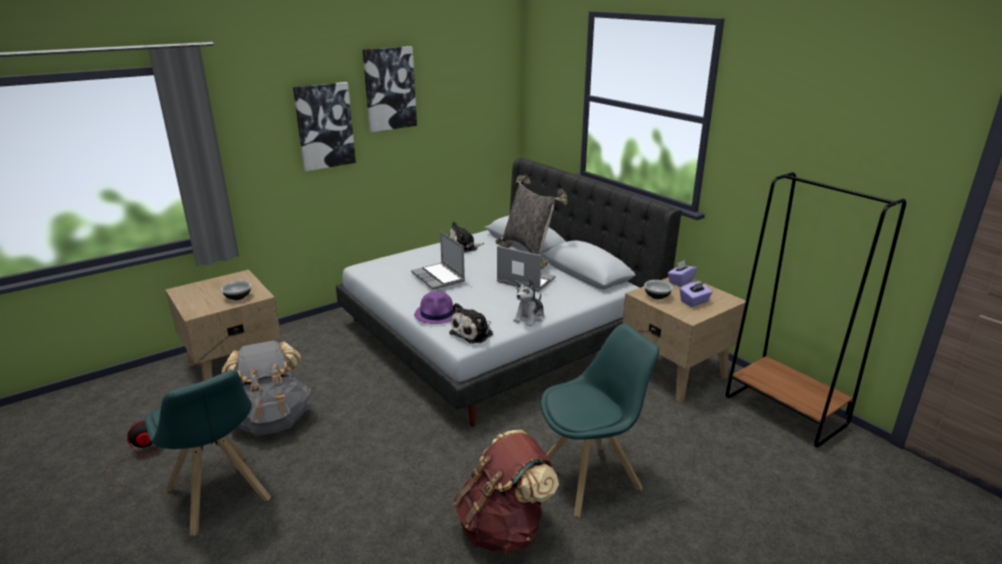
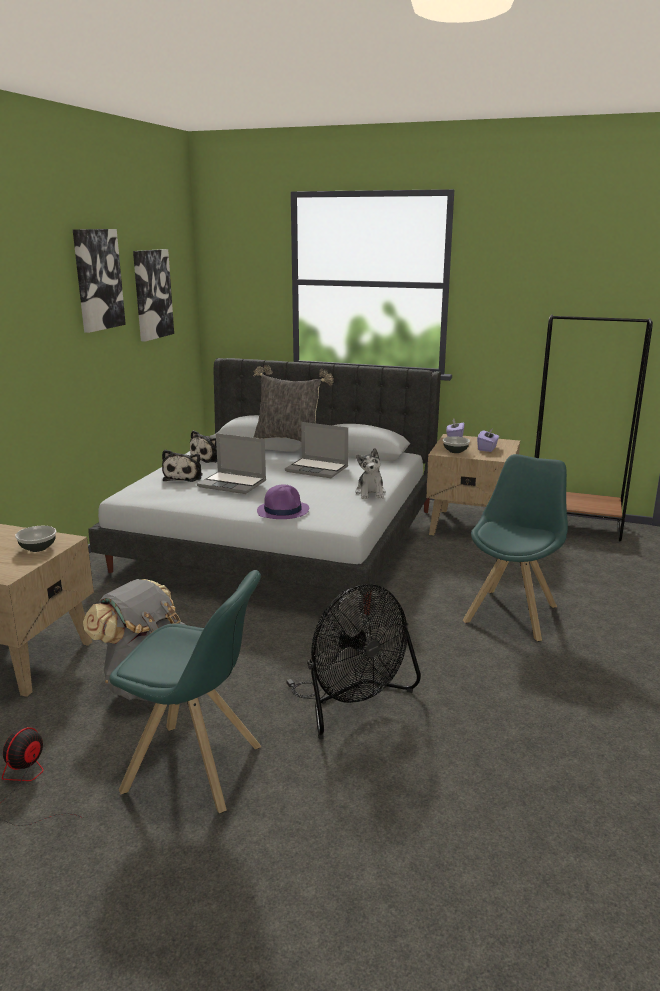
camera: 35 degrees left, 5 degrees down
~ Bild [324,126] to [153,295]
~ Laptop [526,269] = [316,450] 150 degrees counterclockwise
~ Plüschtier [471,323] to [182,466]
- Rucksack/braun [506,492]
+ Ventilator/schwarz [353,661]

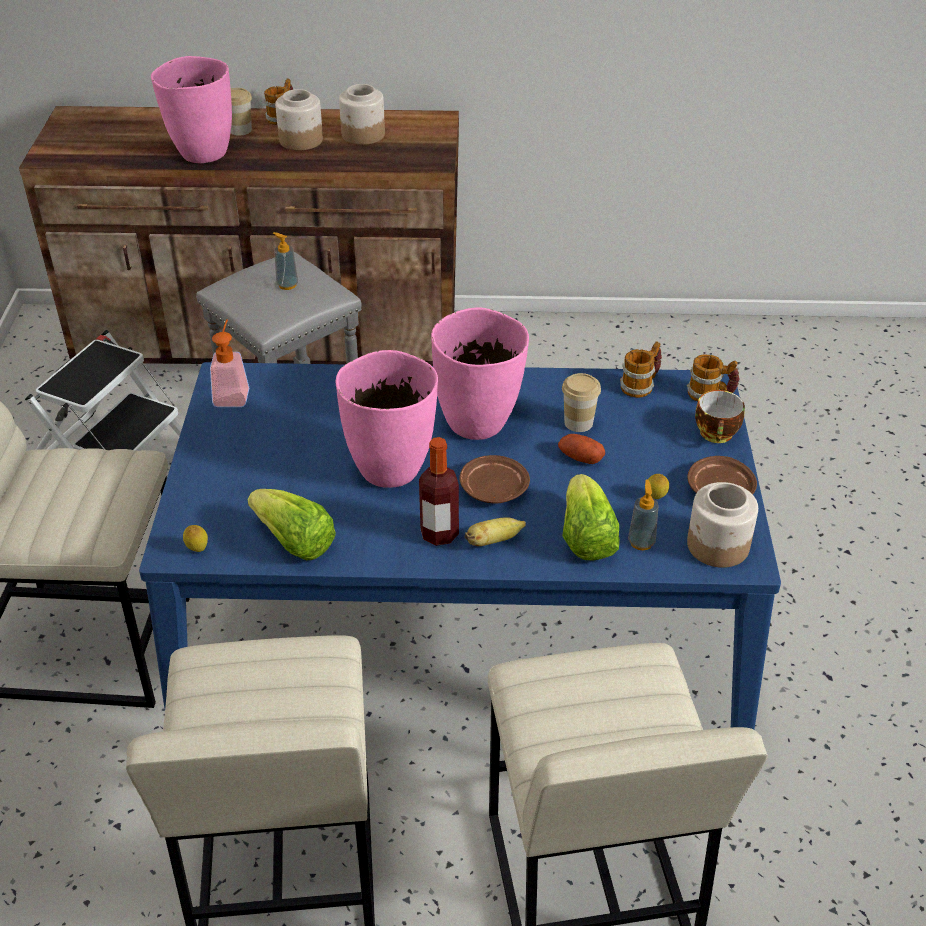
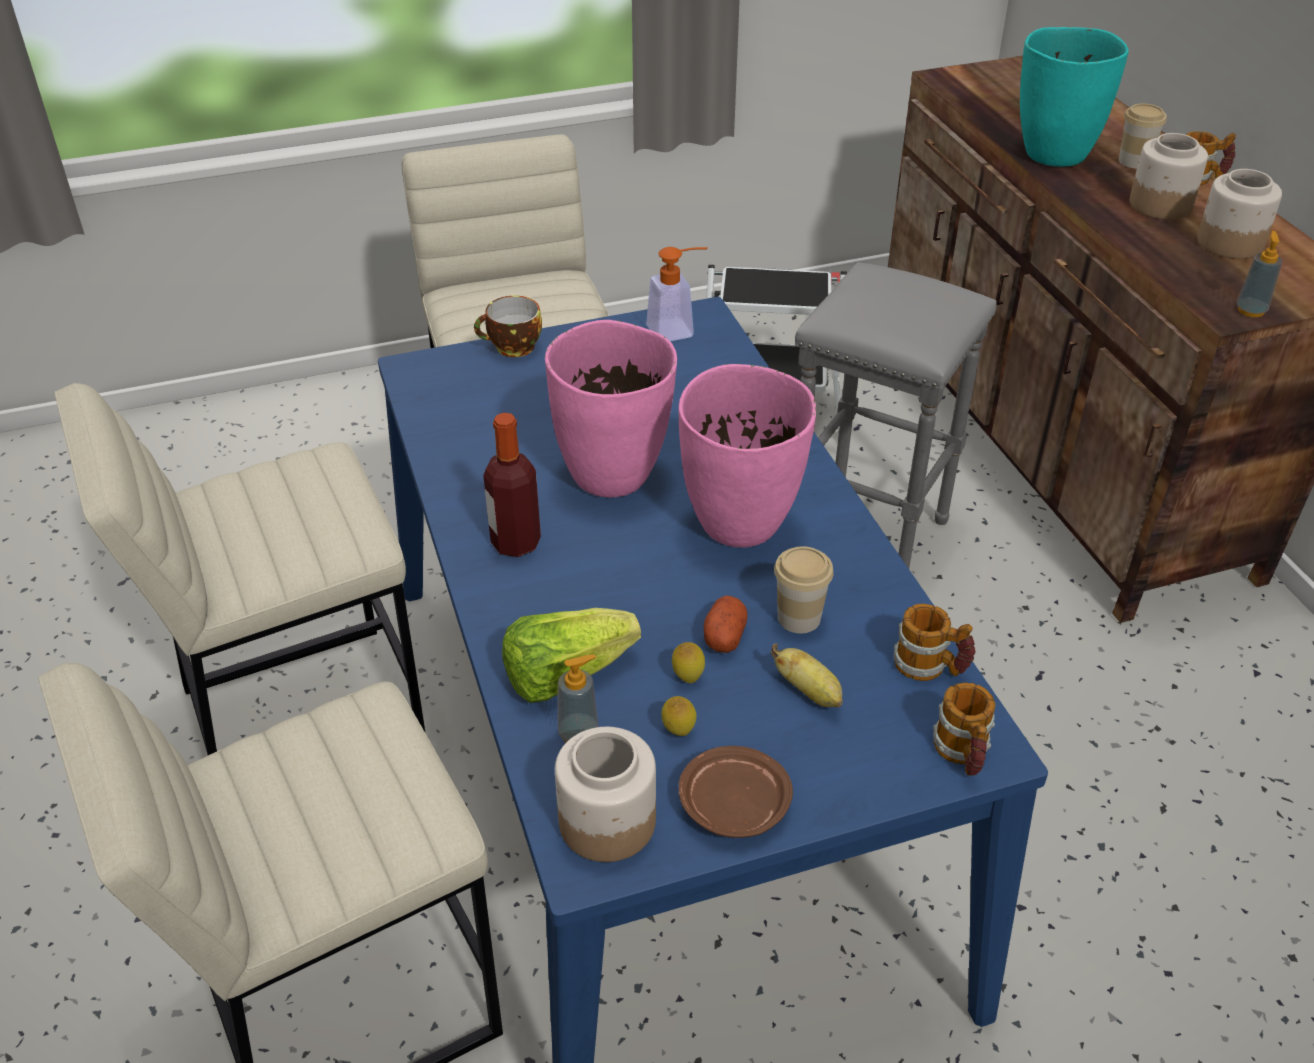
camera: 70 degrees right, 0 degrees up
~ Vase/rosa [191,109] to Vase/türkis [1074,97]
~ Seifenspender [285,261] to [1259,274]
~ Tasse [720,416] to [508,326]
- Teller/braun [494,479]
- Salatkopf [291,524]
~ Banane [495,531] to [807,675]
~ Zitrone [195,538] to [688,662]

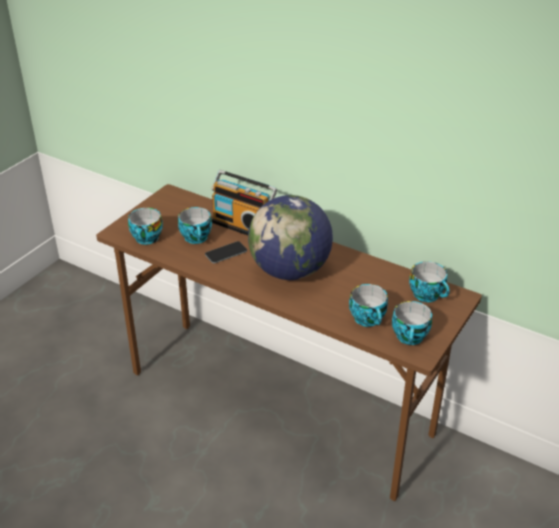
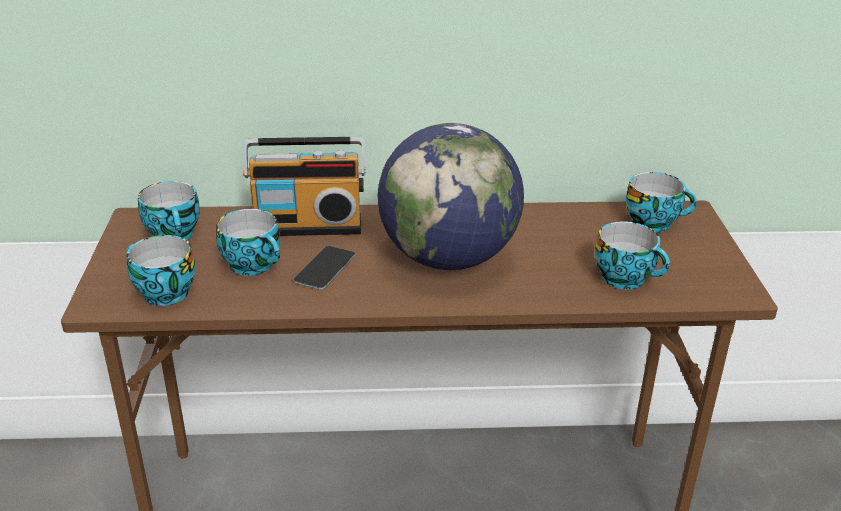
camera: 35 degrees left, 5 degrees down
~ Tasse [412,323] to [169,210]

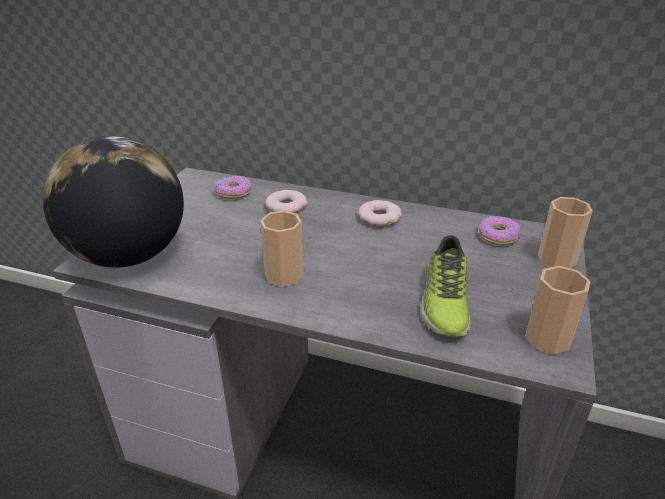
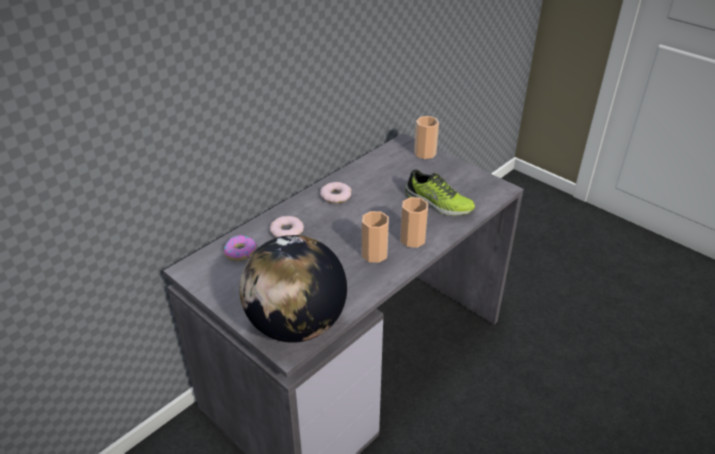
camera: 65 degrees left, 5 degrees up
- Donut [500,231]
~ Tasse [557,310] to [414,222]

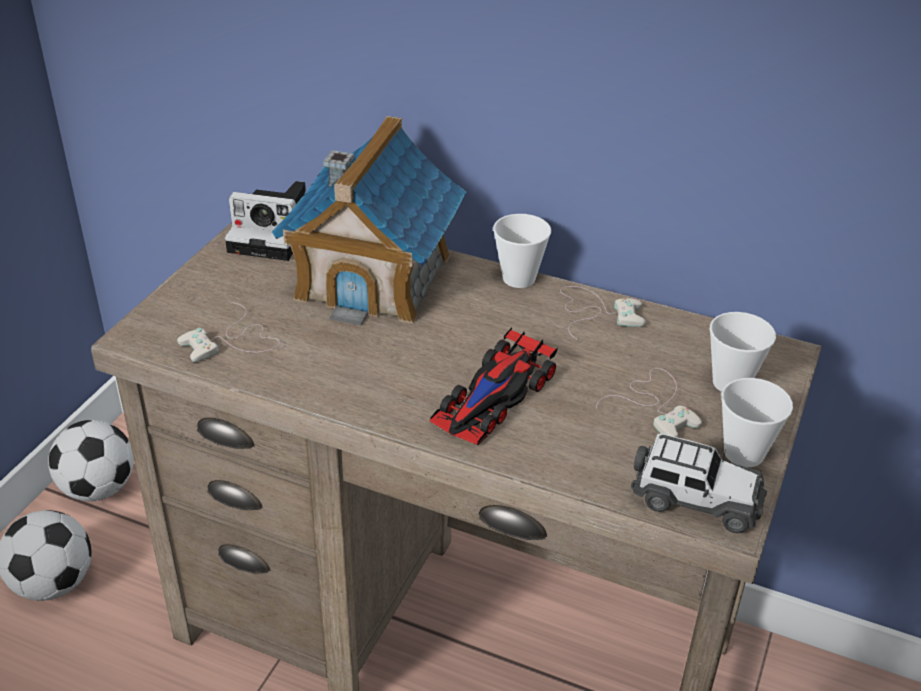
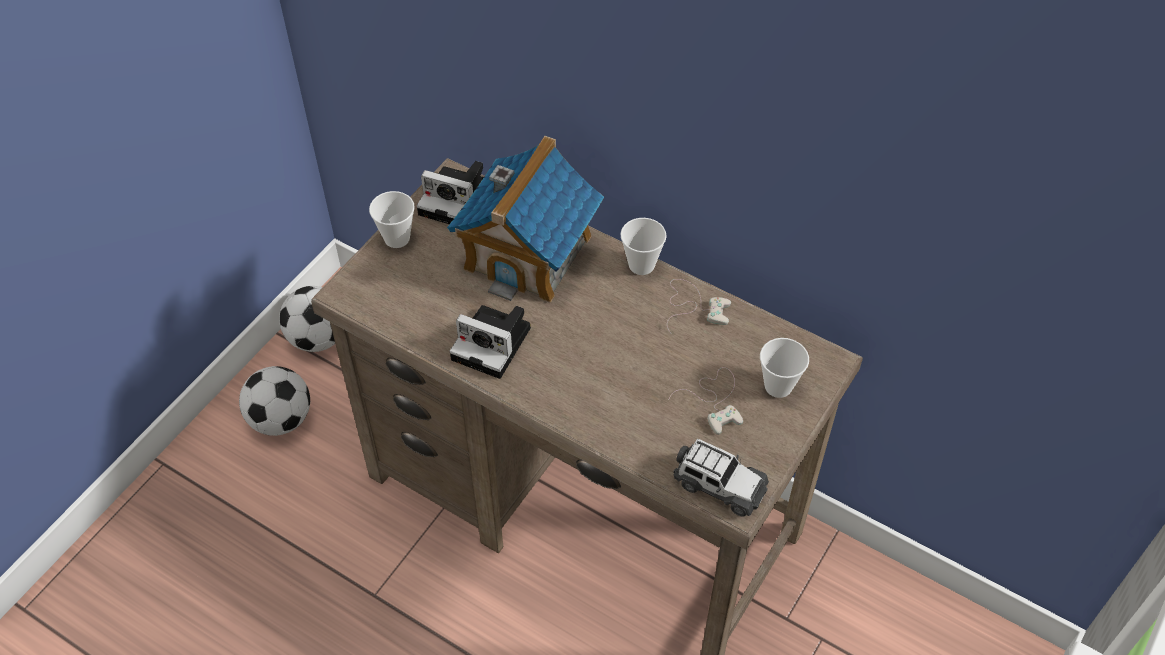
camera: 10 degrees right, 15 degrees up
- Gamepad/weiß [228,332]
- Spielzeugauto [493,386]
~ Tasse [757,422] to [392,219]
+ Kamera [490,342]

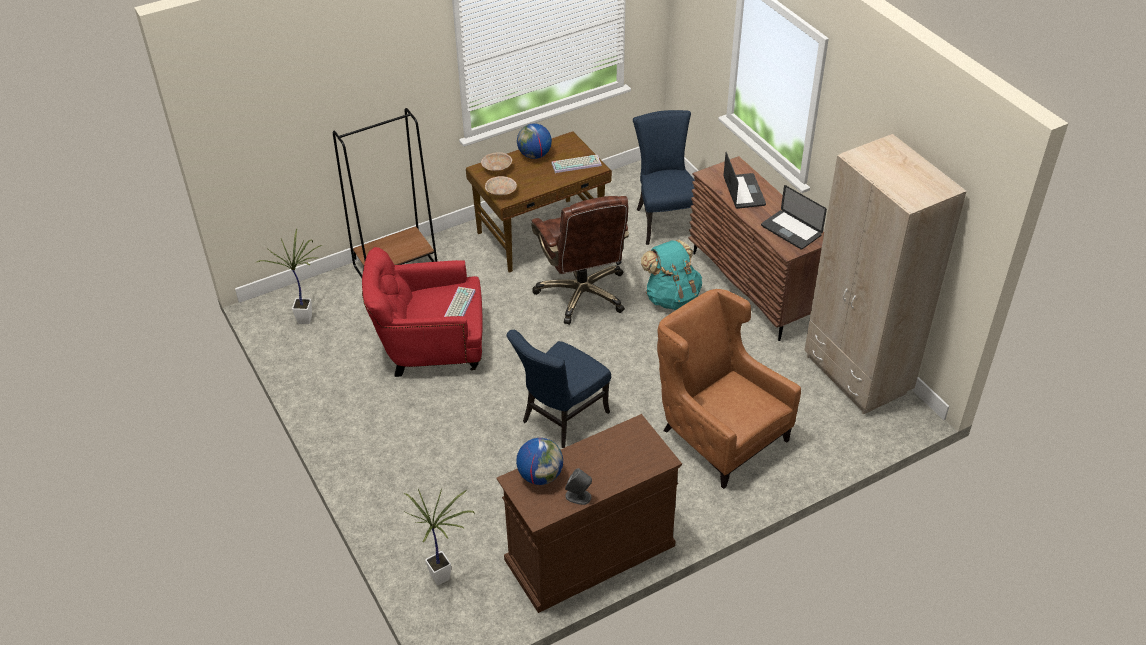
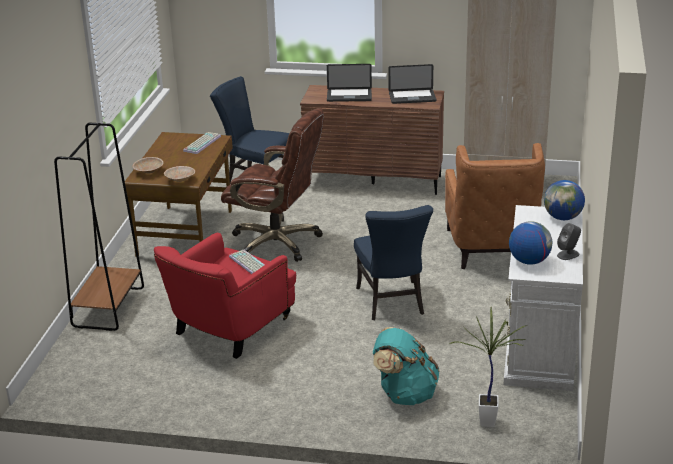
camera: 50 degrees left, 15 degrees down
~ Globus [534,141] to [564,200]
~ Laptop [744,180] = [349,83] 150 degrees clockwise
- Topfpflanze [289,276]
~ Rucksack/türkis [671,275] to [406,366]
~ Sessel/braun [729,389] = [495,206] 90 degrees counterclockwise
~ Kommode/braun [589,513] to Kommode/weiß [543,298]

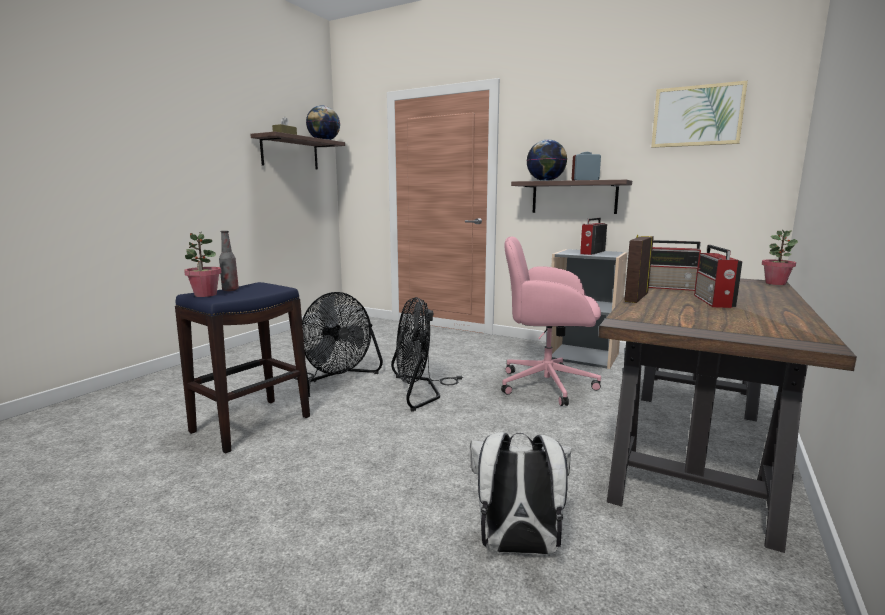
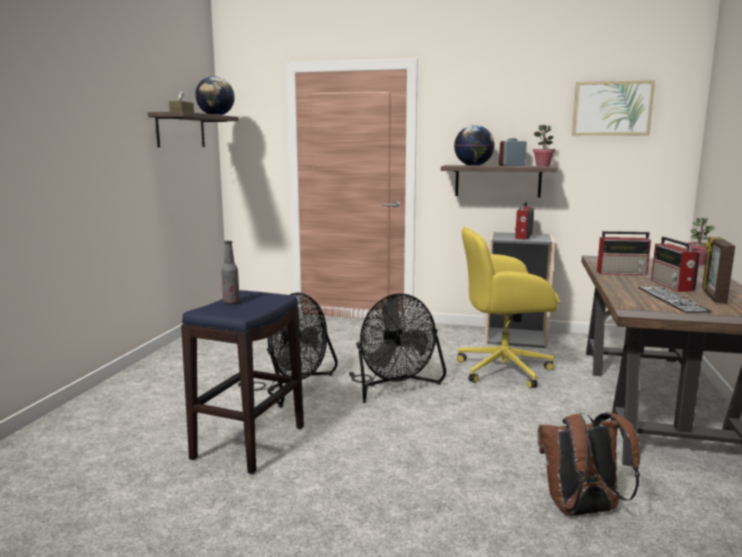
camera: 15 degrees left, 0 degrees up
~ Topfpflanze [202,264] to [544,146]
~ Bilderrahmen [639,268] to [718,270]
~ Bürostuhl/rosa [551,321] to Bürostuhl/gelb [508,307]
~ Ventilator/schwarz [427,354] = [397,348] 90 degrees counterclockwise
~ Rucksack/weiß [520,493] to Rucksack/braun [589,464]
+ Tastatur [675,300]

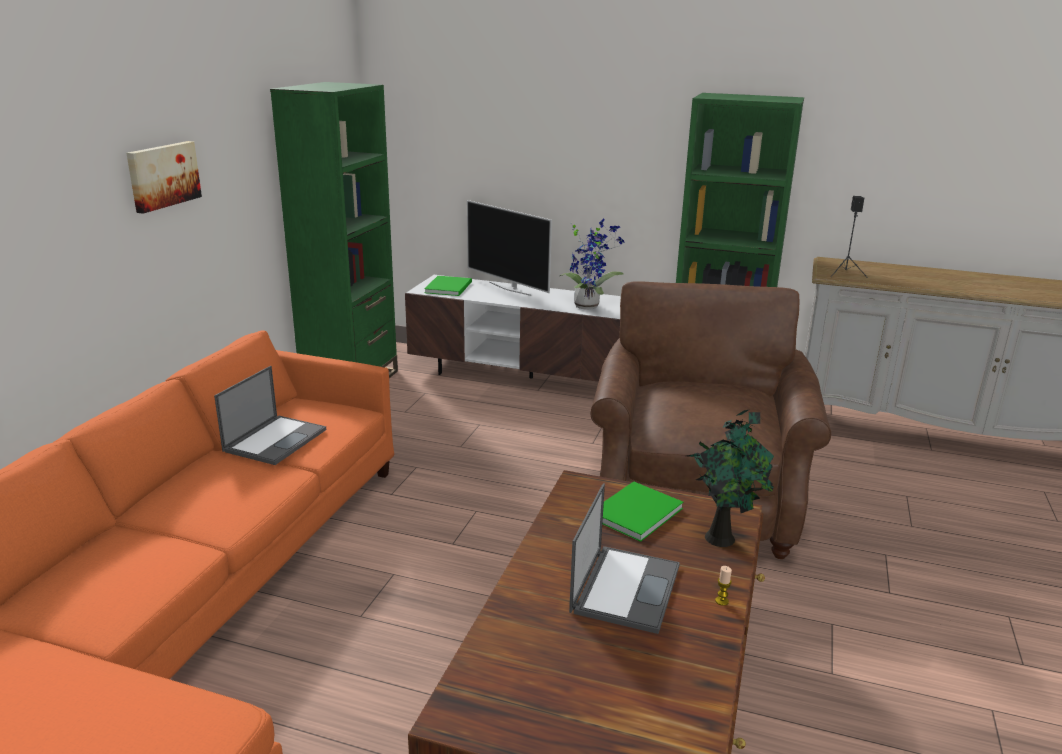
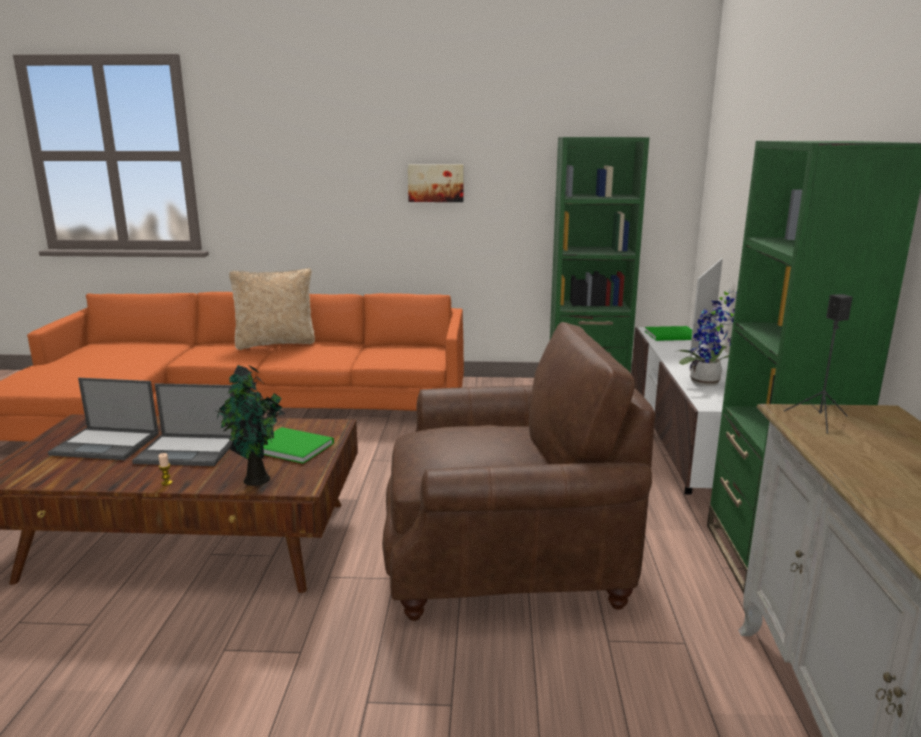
camera: 75 degrees right, 5 degrees down
~ Laptop [270,415] to [103,419]
+ Kissen/beige [272,309]

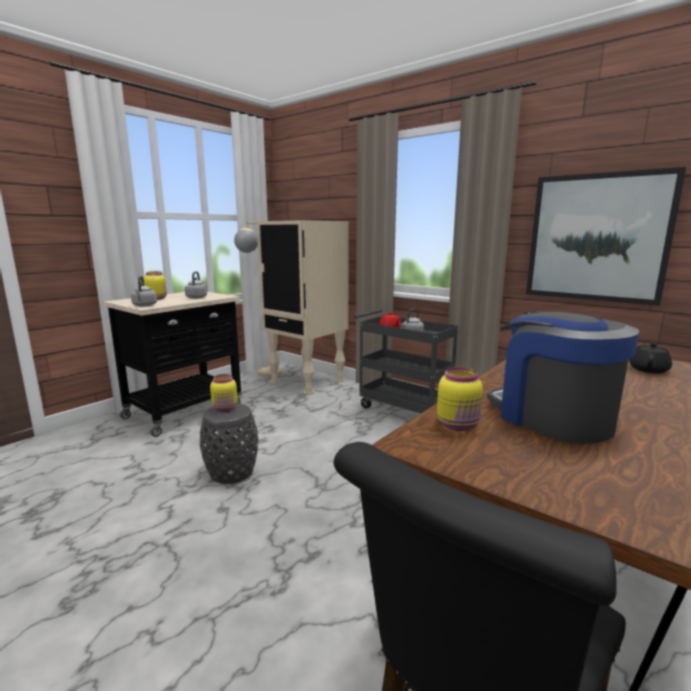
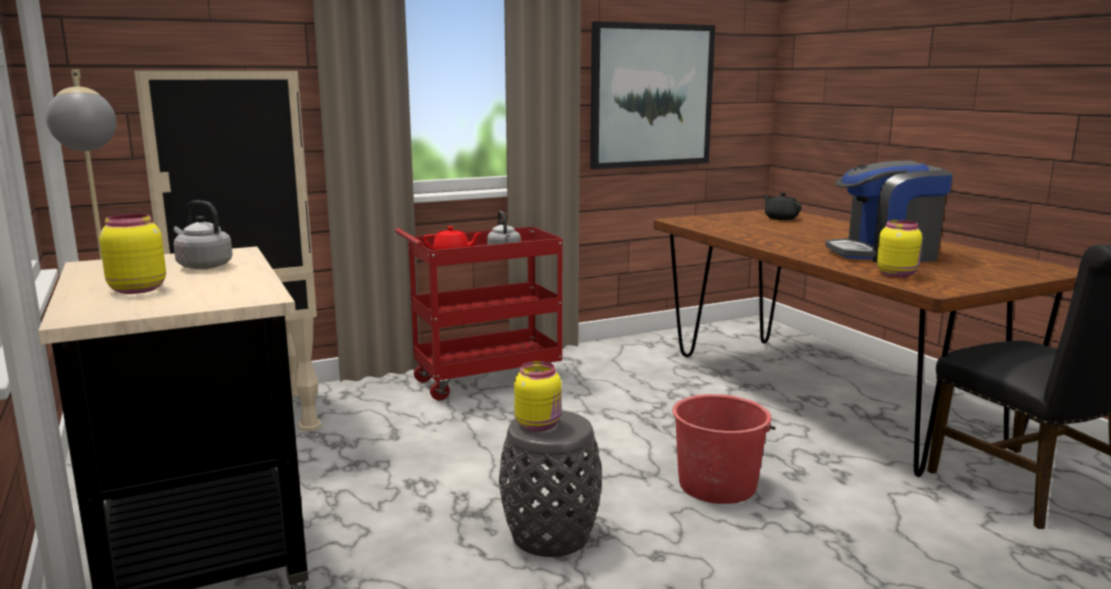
camera: 65 degrees left, 0 degrees up
- Wasserkessel/grau [144,291]
~ Rollwagen/grau [405,361] to Rollwagen/rot [478,314]
+ Eimer/rot [724,449]

